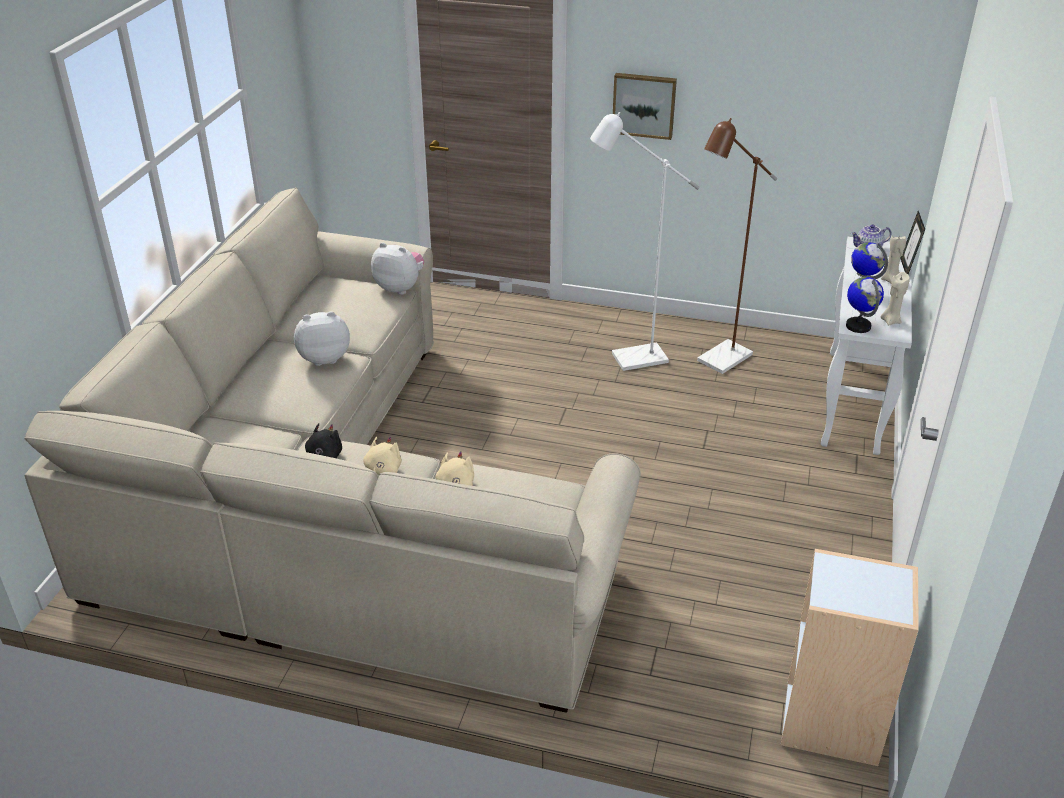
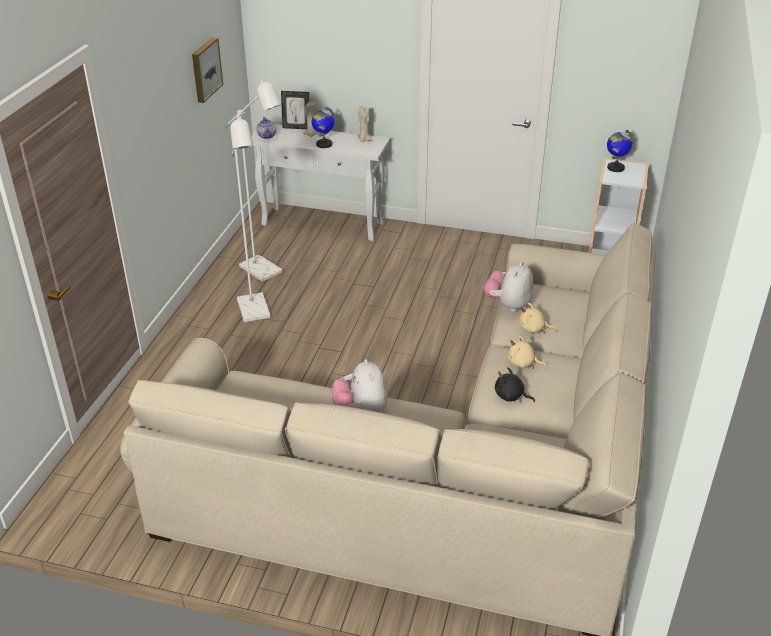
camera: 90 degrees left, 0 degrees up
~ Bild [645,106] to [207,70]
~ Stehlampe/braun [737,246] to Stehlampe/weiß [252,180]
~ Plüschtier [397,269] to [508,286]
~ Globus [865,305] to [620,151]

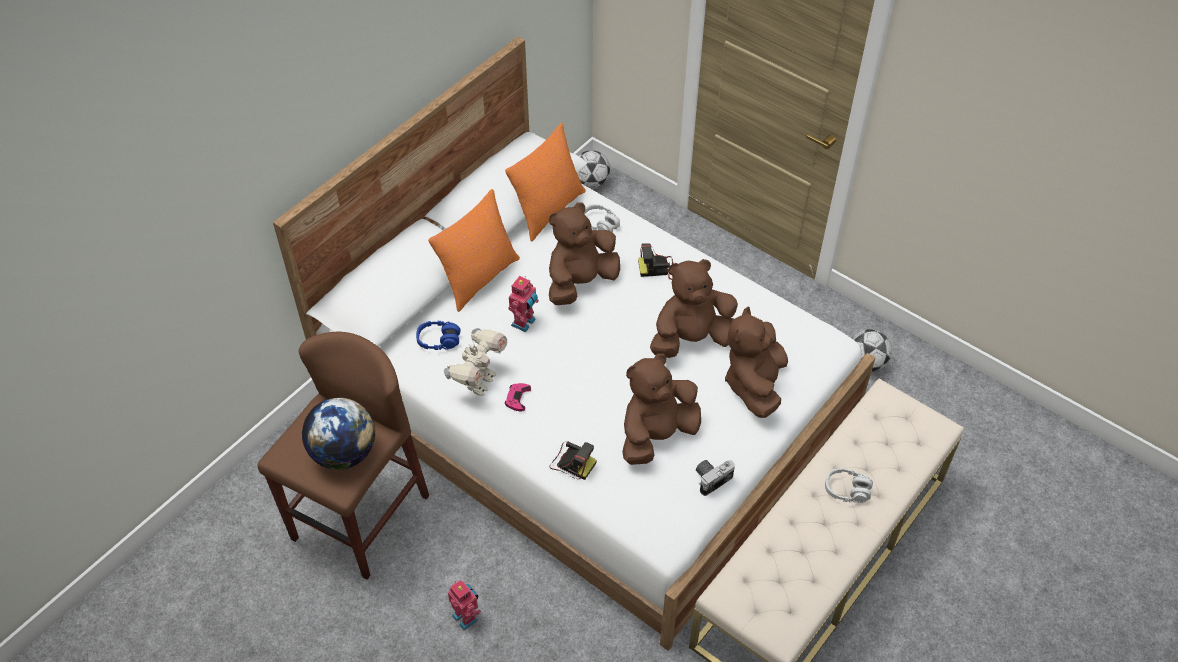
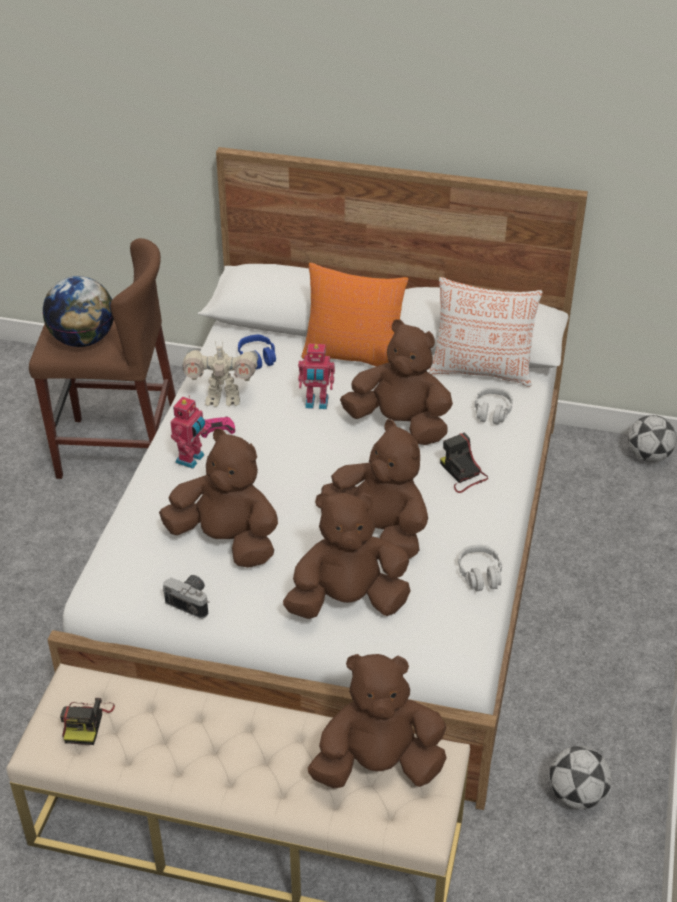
camera: 65 degrees right, 10 degrees down
~ Kissen/orange [545,182] to Kissen/weiß [486,332]
~ Kamera [573,460] to [87,721]
~ Kopfhörer/grau [849,485] to [480,568]
~ Spielzeugroboter [464,605] to [189,432]
+ Plüschtier/braun [377,721]

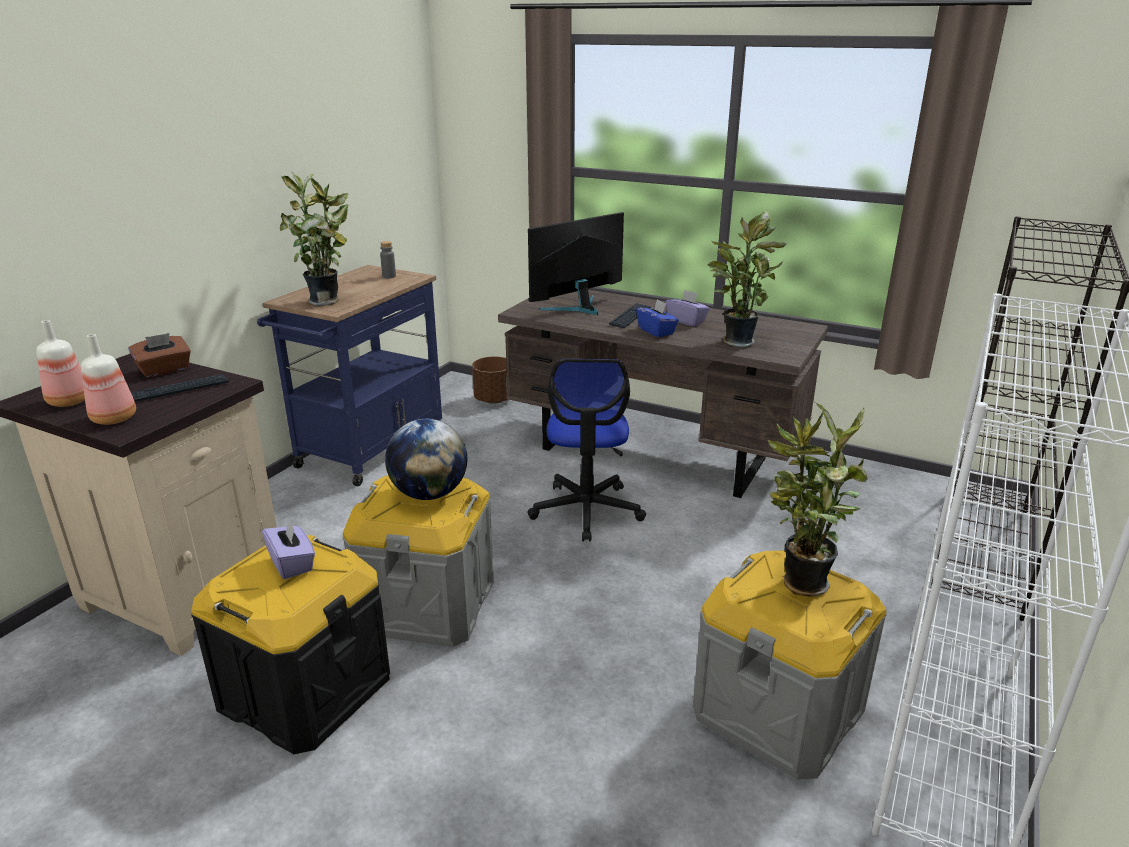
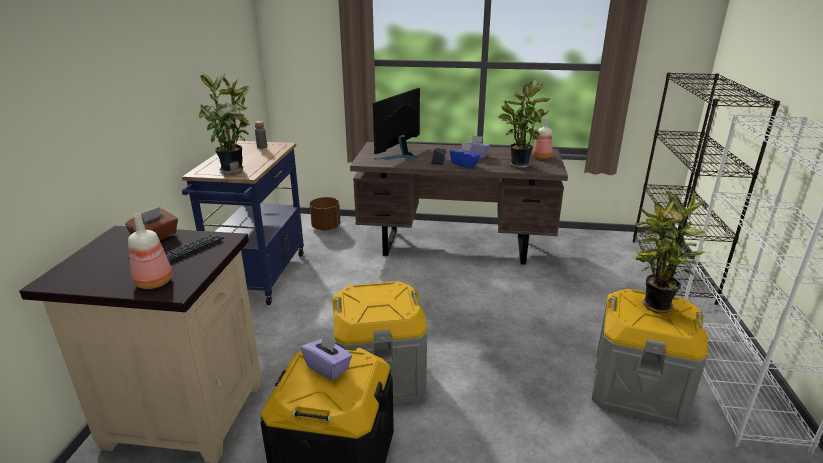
camera: 20 degrees left, 0 degrees up
~ Flasche [60,363] to [542,138]
- Bürostuhl [586,450]
- Globus [426,459]

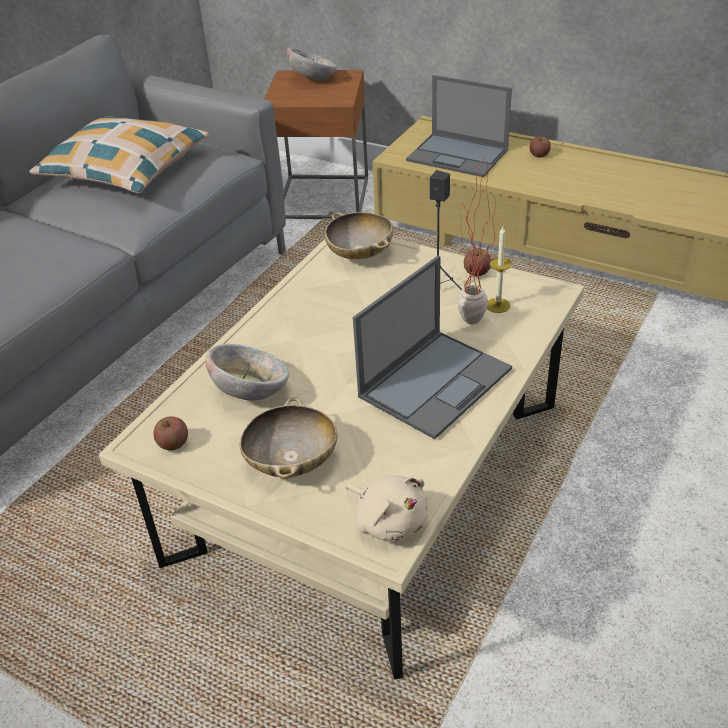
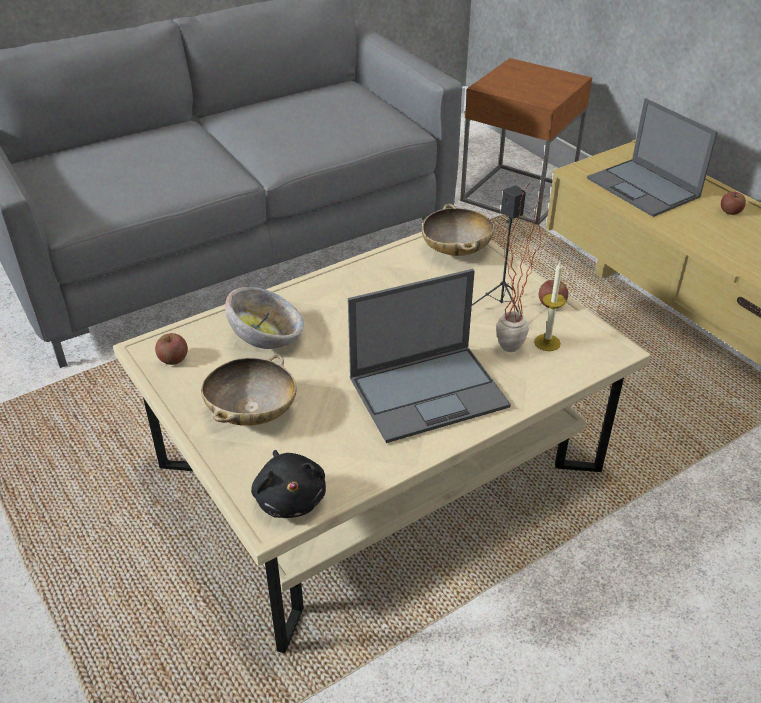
camera: 25 degrees right, 0 degrees up
- Schüssel [312,64]
- Kissen [119,154]
~ Plüschtier/beige [387,508] to Plüschtier/schwarz [288,484]

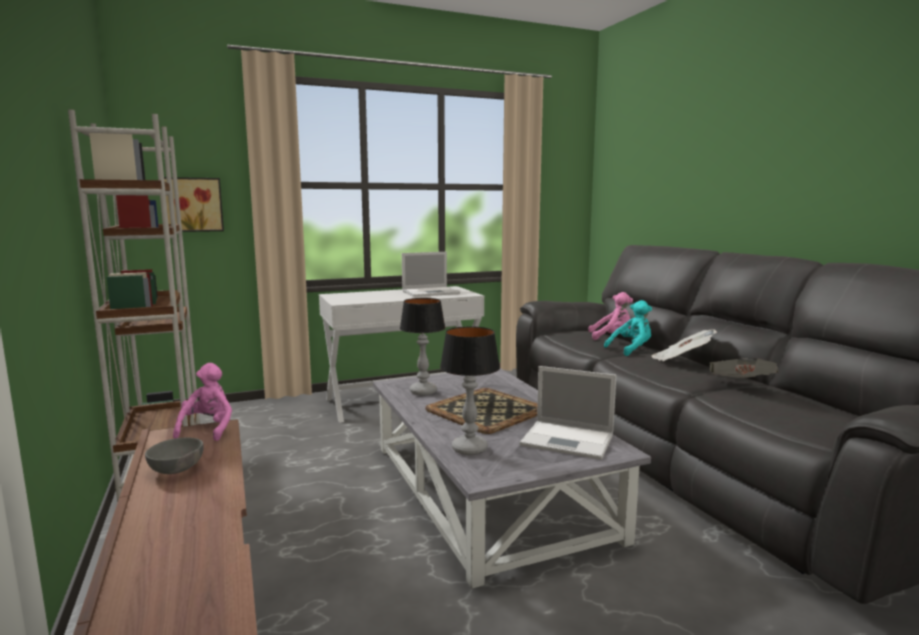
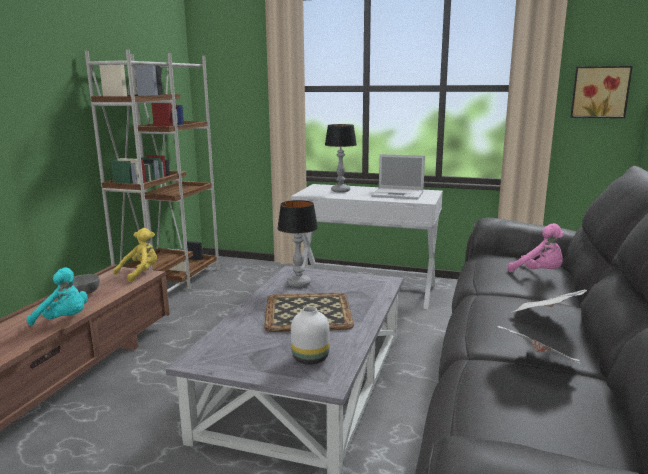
camera: 40 degrees right, 5 degrees up
~ Bild [194,204] to [602,92]
~ Plüschtier/türkis [628,328] to [57,296]
~ Tischlampe [470,390] to [341,158]
~ Plüschtier/rosa [202,402] to Plüschtier/gelb [135,255]
~ Laptop [567,413] to Vase/weiß [310,335]

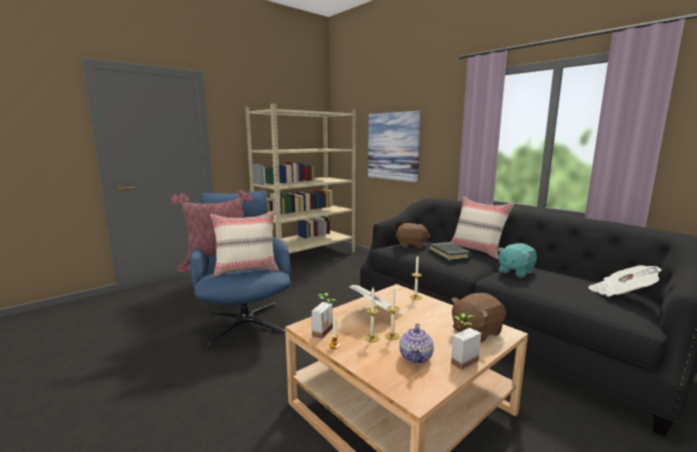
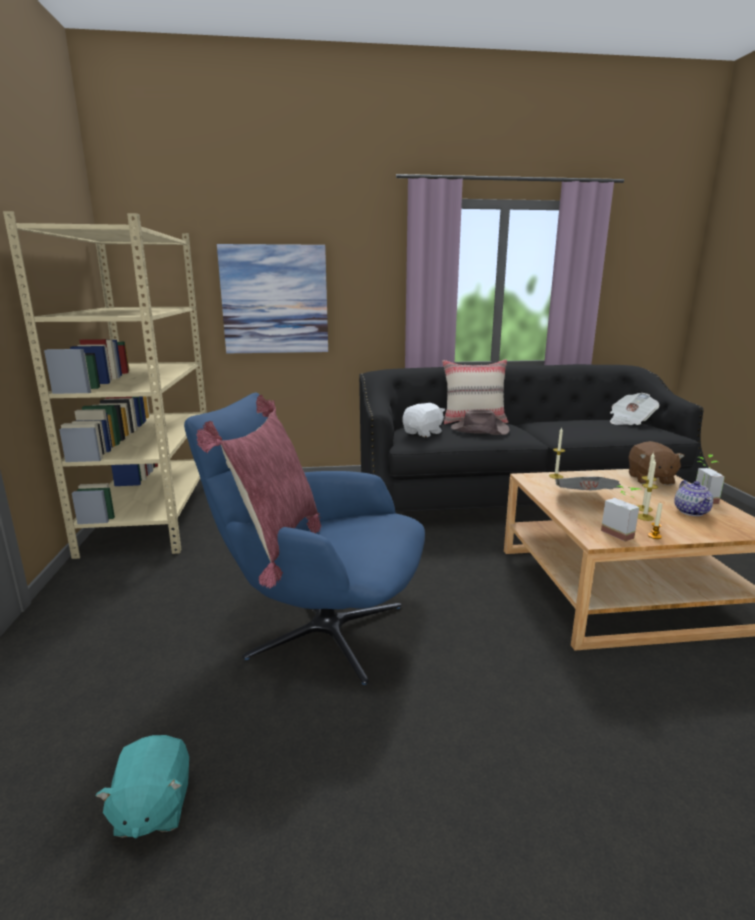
camera: 55 degrees left, 5 degrees up
- Kissen/beige [244,244]
~ Plüschtier/braun [413,235] to Plüschtier/weiß [423,420]
~ Buch/schwarz [450,251] to Hut/braun [480,422]
~ Plüschtier/türkis [517,260] to [142,787]
~ Teekanne [417,343] = [693,498] 45 degrees clockwise

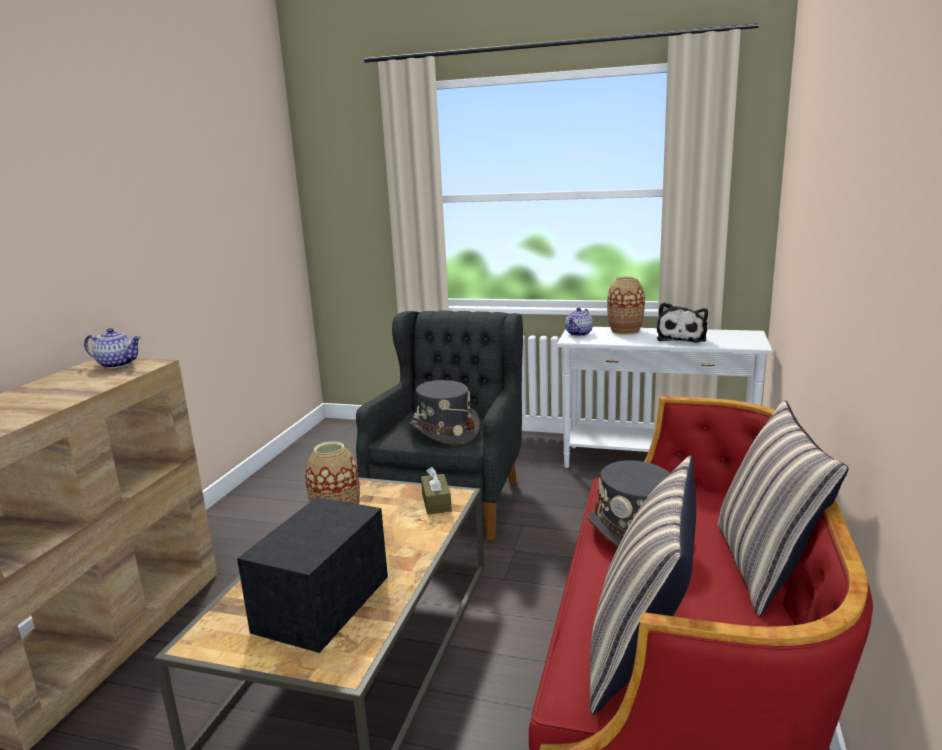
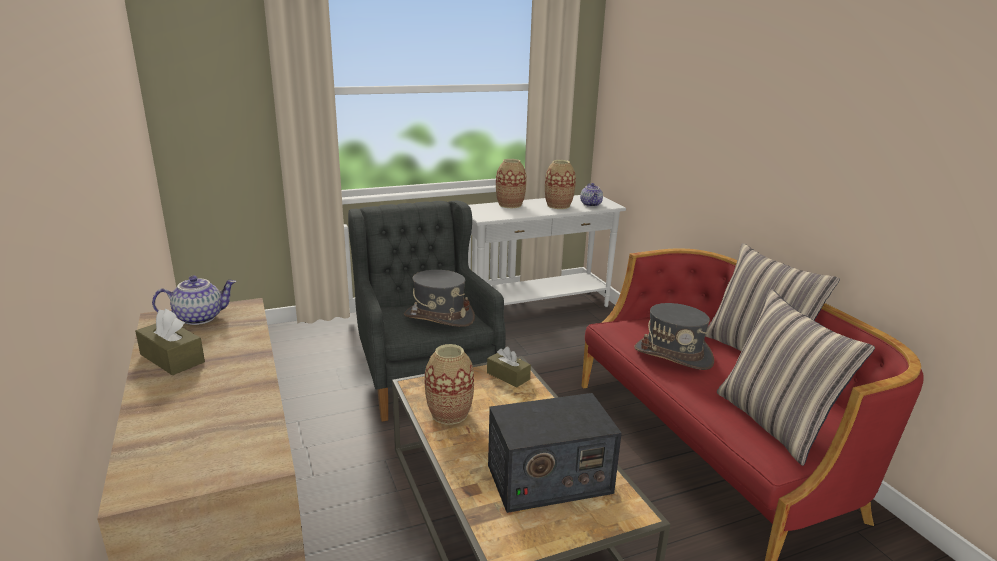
camera: 40 degrees left, 5 degrees up
~ Plüschtier [682,322] to Vase [560,184]
~ Teekanne [579,322] to [591,195]
~ Radio [312,575] = [555,453] 90 degrees counterclockwise
+ Taschentuchbox/braun [170,341]

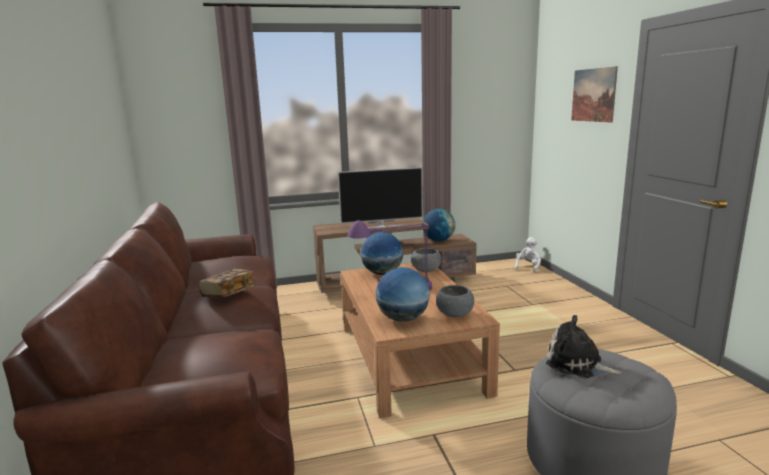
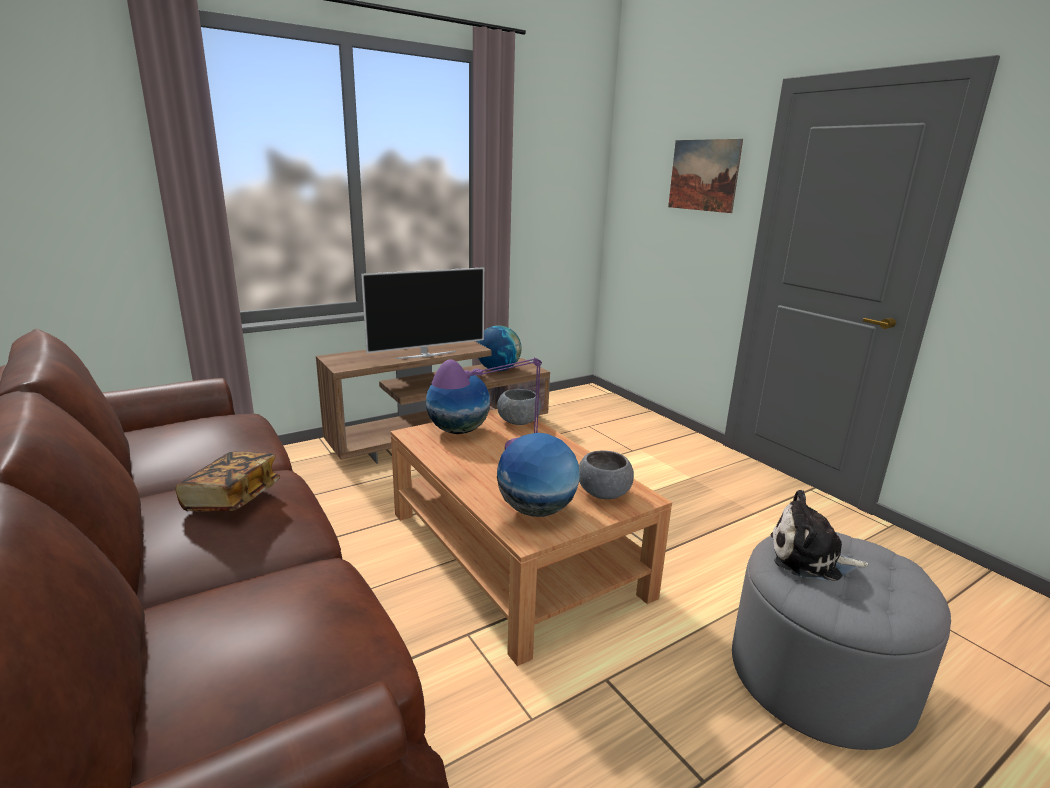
camera: 20 degrees left, 5 degrees up
- Plüschtier/weiß [528,255]

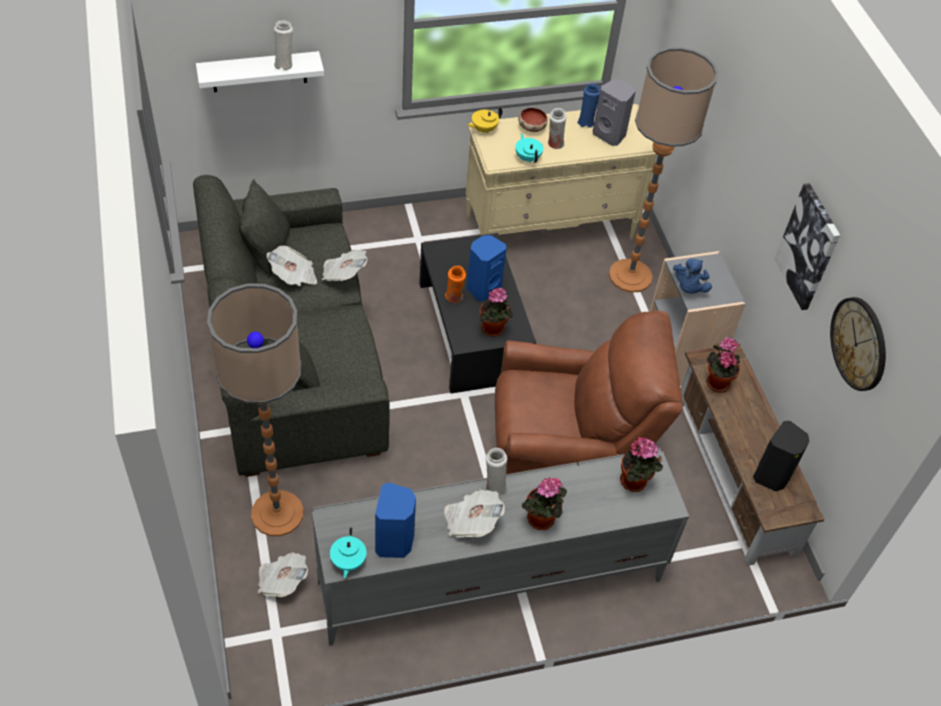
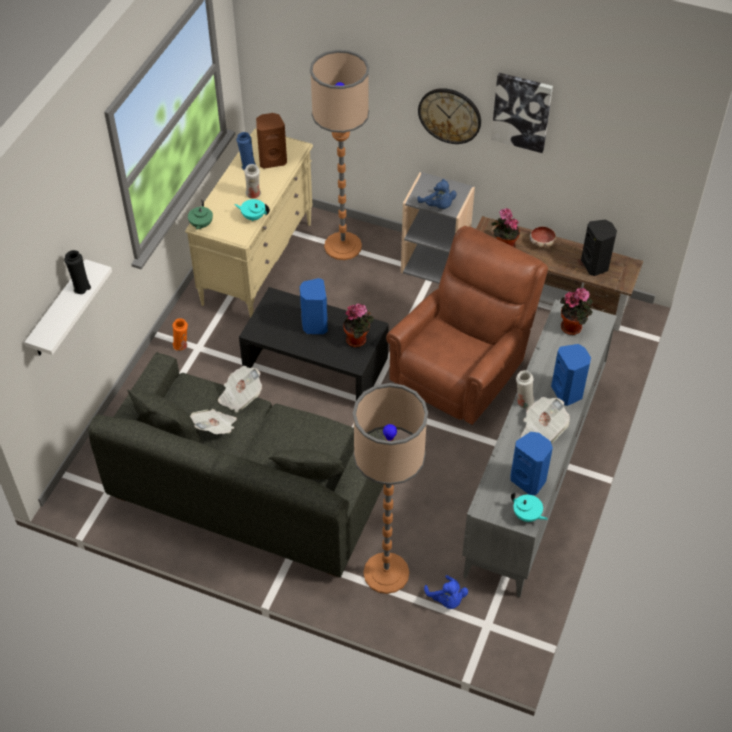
camera: 50 degrees left, 0 degrees up
~ Vase/weiß [283,45] to Vase/schwarz [77,272]
~ Lautsprecher/grau [614,112] to Lautsprecher/braun [271,141]
~ Teekanne/gelb [484,119] to Teekanne/grün [200,215]
~ Schüssel [533,120] to [543,237]
~ Vase/orange [455,284] to [180,334]
~ Wanduhr [858,344] to [449,116]
~ Topfpflanze [544,503] to Lautsprecher/blau [571,375]
~ Zeitung [283,574] to Plüschtier/blau [446,592]

